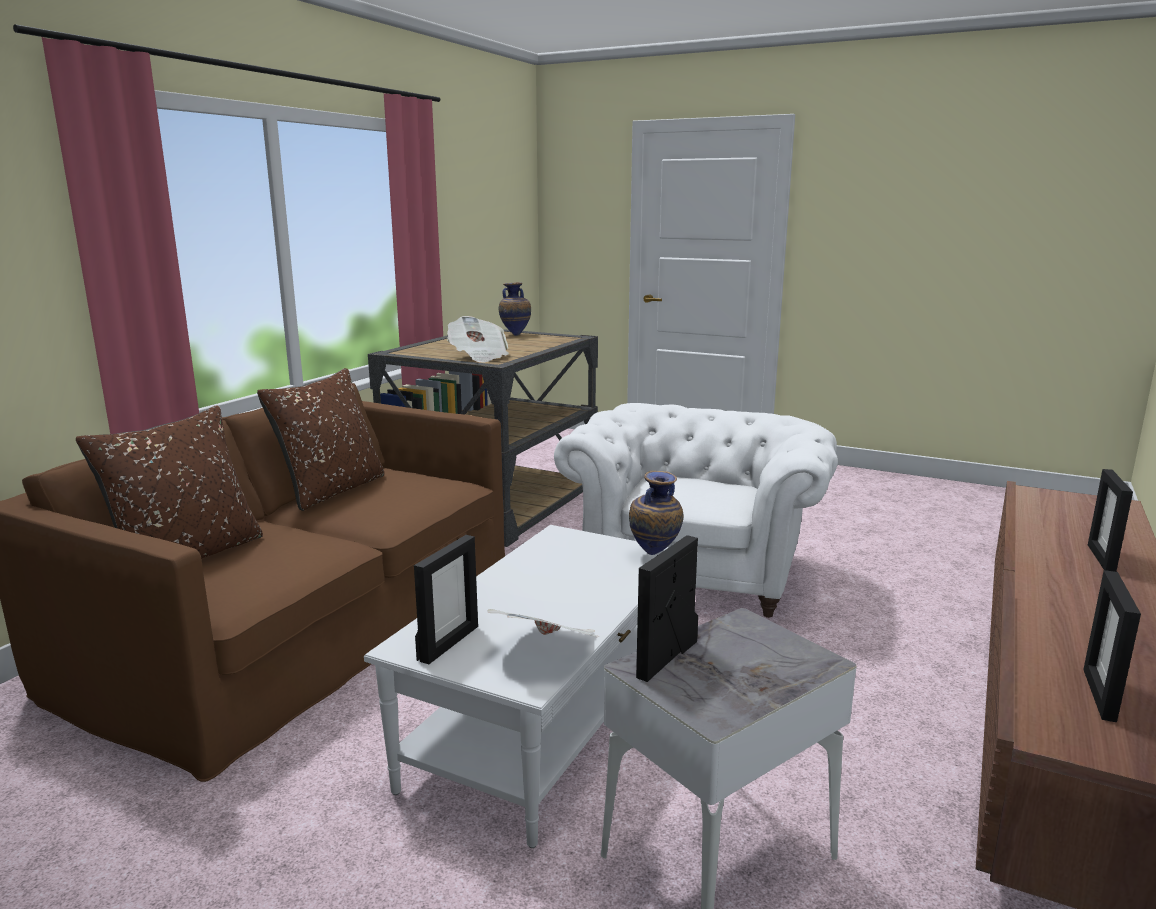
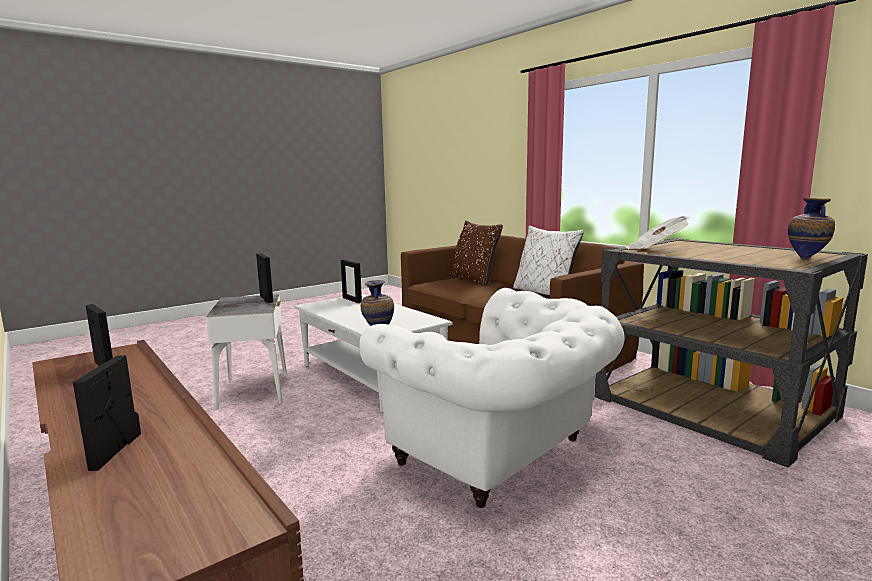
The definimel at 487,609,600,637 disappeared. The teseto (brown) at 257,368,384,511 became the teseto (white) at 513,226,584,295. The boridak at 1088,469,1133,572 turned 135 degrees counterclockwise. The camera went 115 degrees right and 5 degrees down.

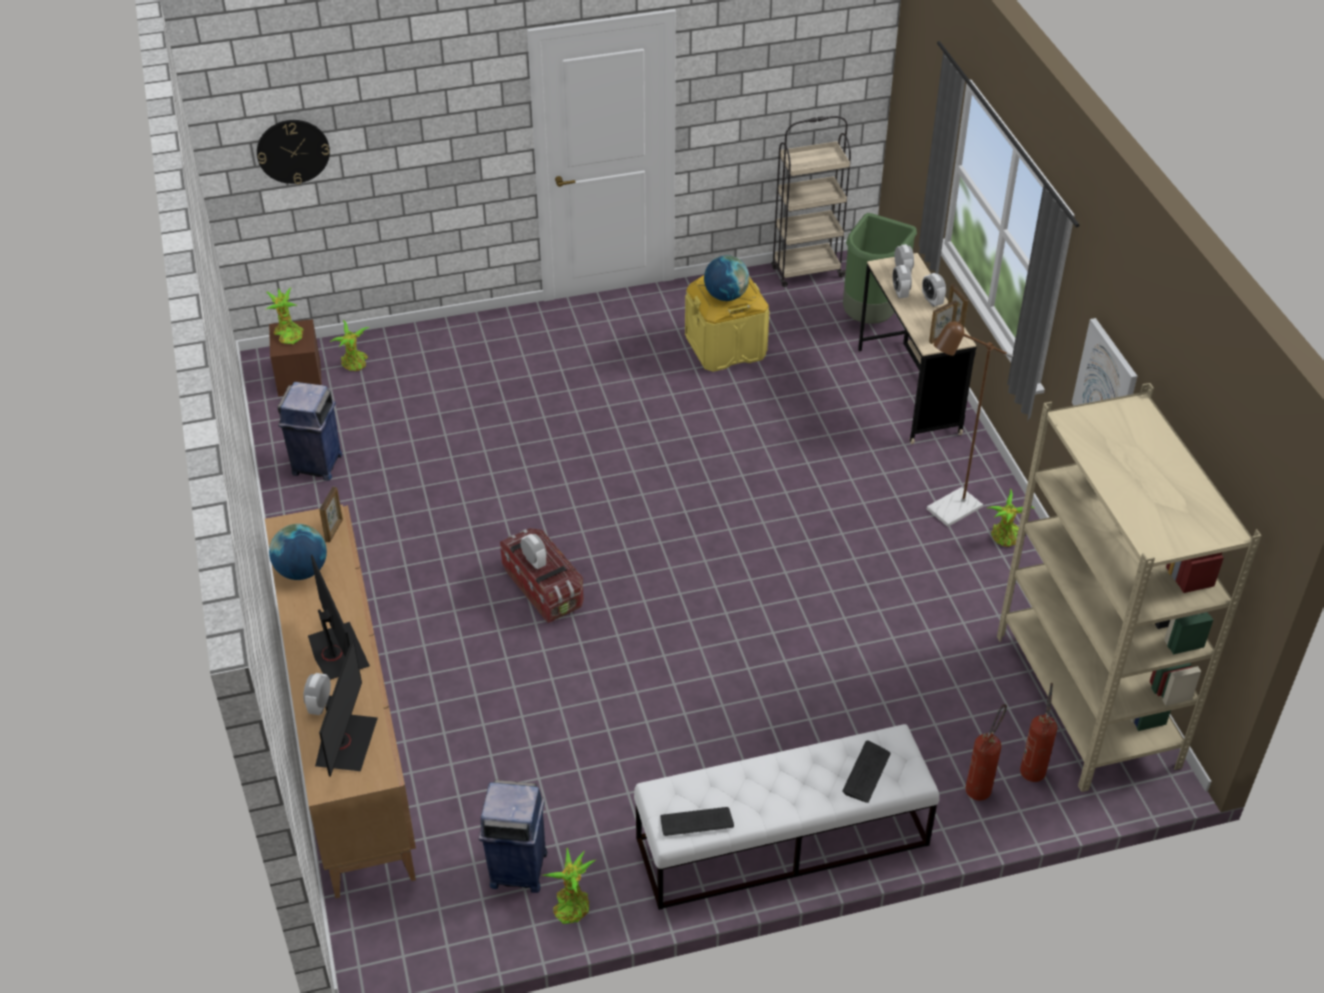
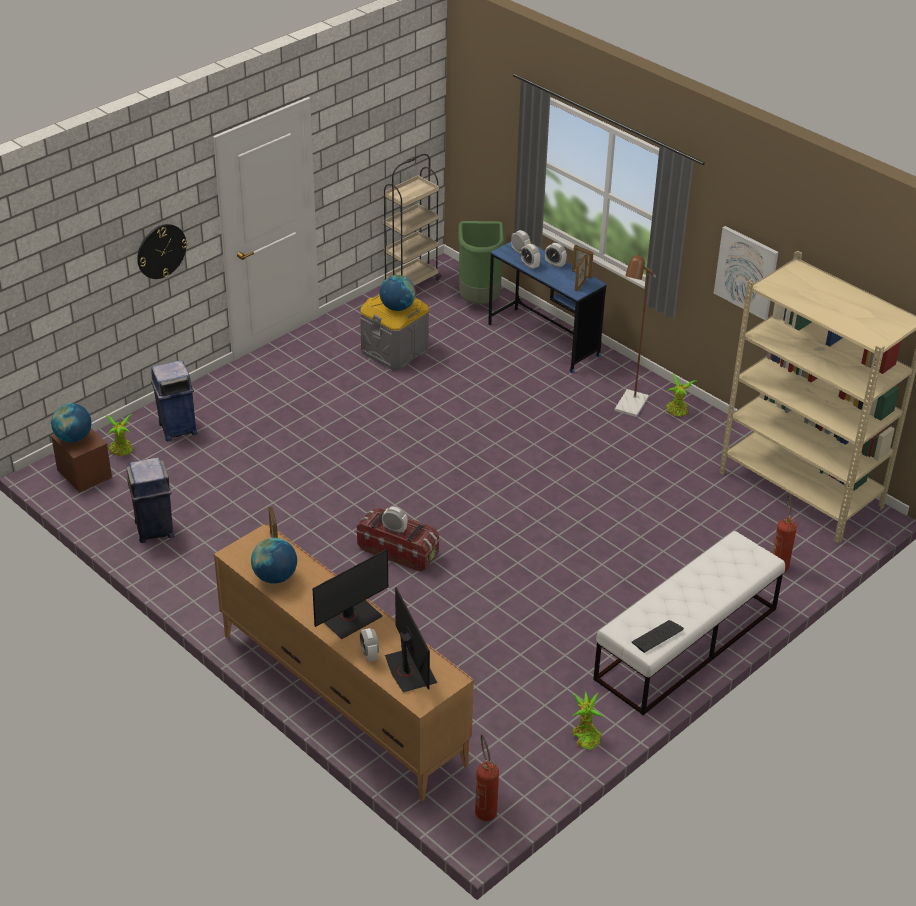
The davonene at 842,741,891,803 disappeared. The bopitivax moved from 257,120,330,184 to 137,224,187,279. The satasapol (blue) moved from 479,780,547,893 to 151,360,198,441. The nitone moved from 1020,683,1057,782 to 475,734,499,821. The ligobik at 265,287,304,344 was replaced by the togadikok at 51,403,91,443. The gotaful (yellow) at 685,275,770,372 became the gotaful (grey) at 360,293,429,370. The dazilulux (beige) at 858,253,976,444 became the dazilulux (blue) at 488,242,606,374. The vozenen at 308,555,370,680 turned 105 degrees clockwise. The camera went 30 degrees left and 5 degrees down.

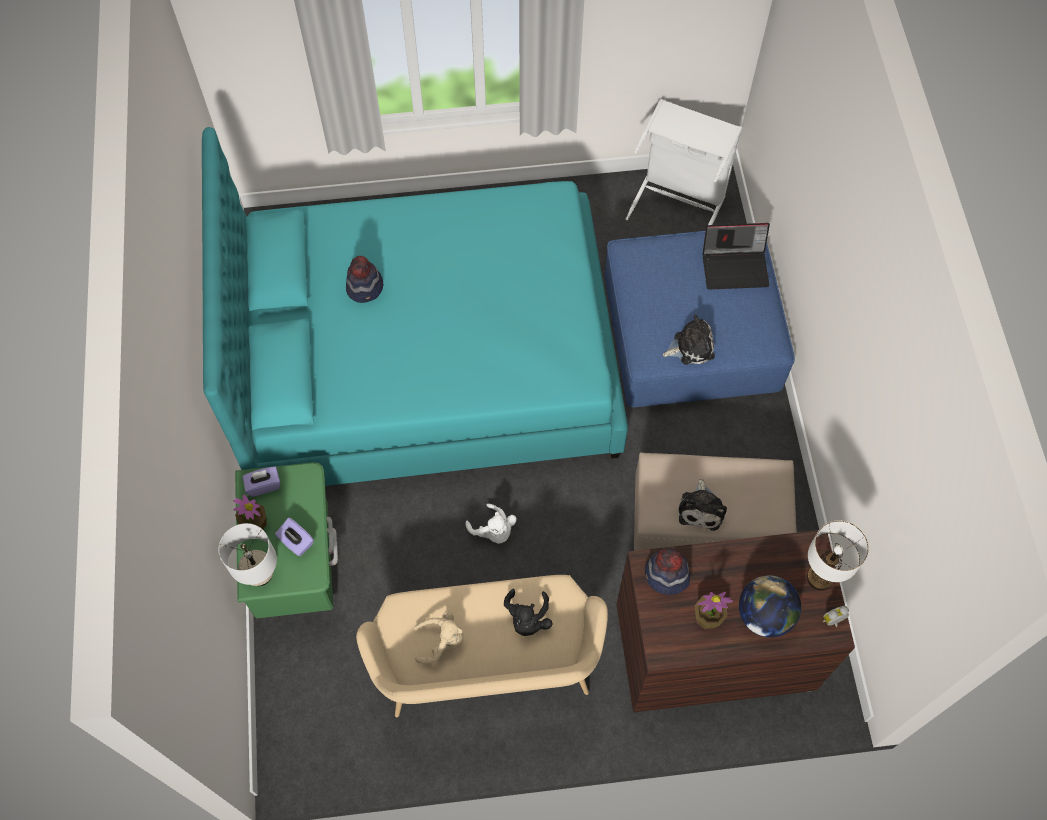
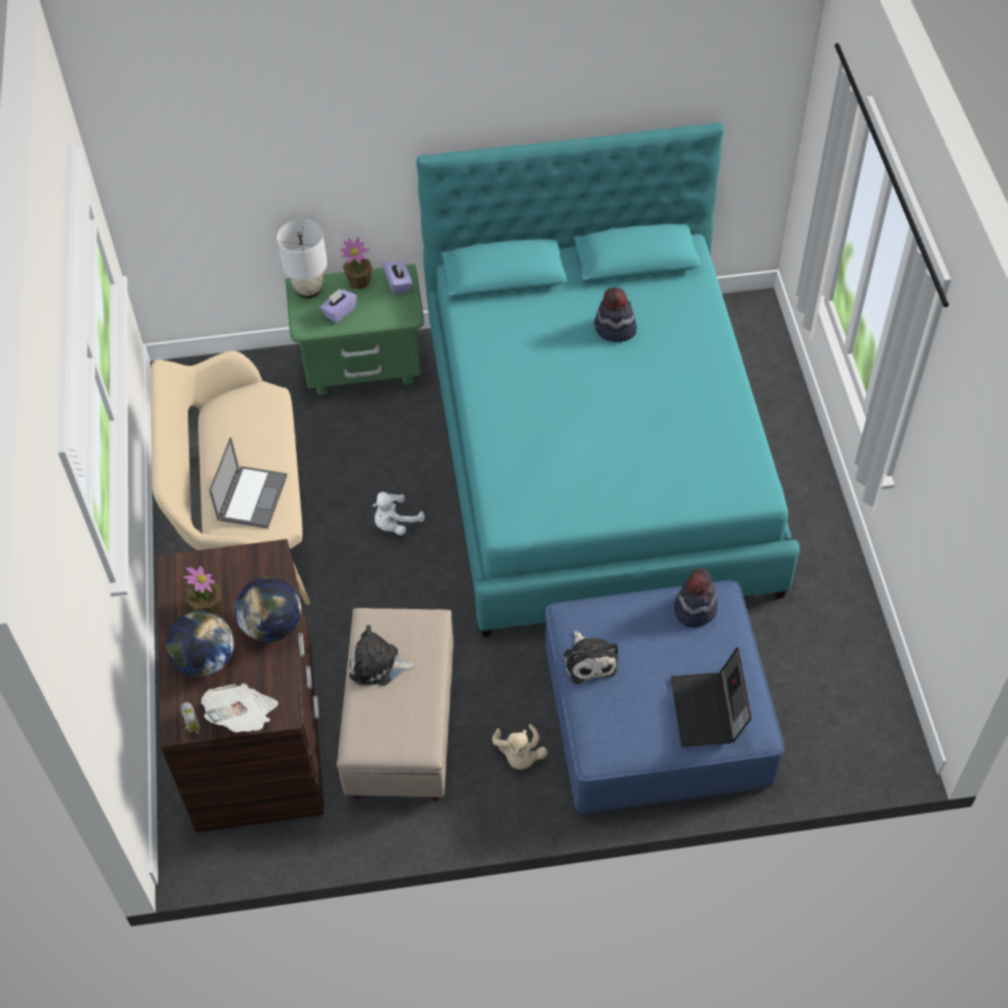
The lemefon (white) at 626,99,742,225 disappeared. The togadikok at 235,577,301,642 appeared. The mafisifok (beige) moved from 413,611,464,664 to 492,724,548,770. The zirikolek moved from 645,547,690,595 to 674,568,718,628. The mafisifok (black) at 504,589,553,636 was replaced by the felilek at 209,437,288,529. The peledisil at 807,520,869,591 was replaced by the definimel at 201,683,279,732. The camera went 90 degrees right and 10 degrees down.

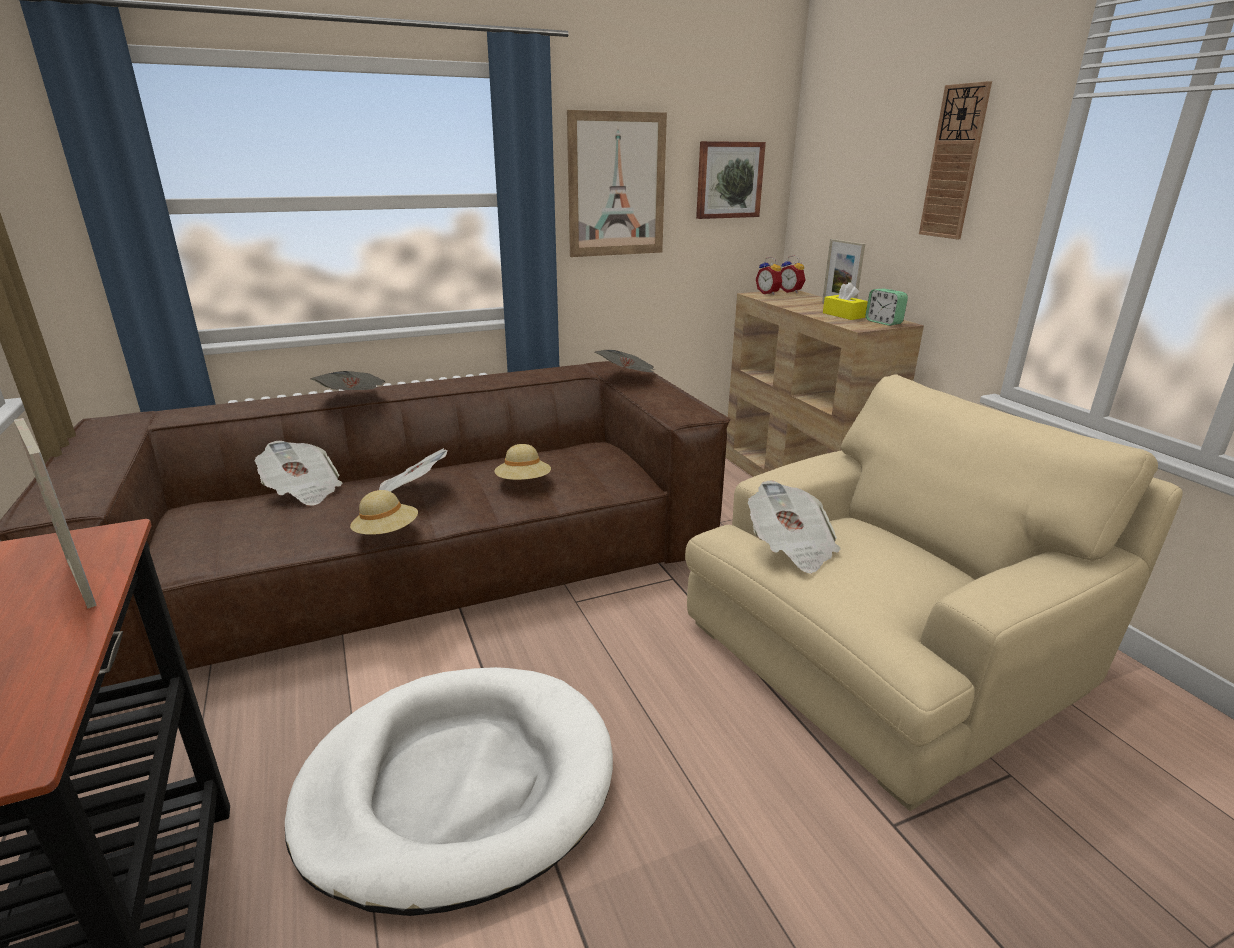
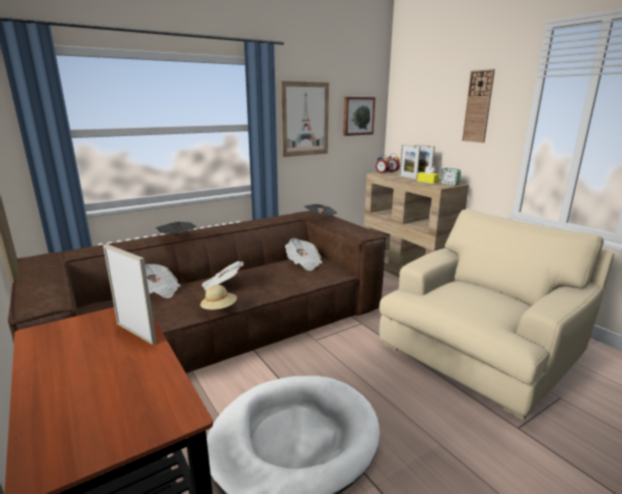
The zirikolek (beige) at 495,444,551,480 disappeared. The boridak at 399,144,421,180 appeared. The definimel moved from 748,481,840,574 to 285,238,323,271. The camera went 10 degrees left and 5 degrees down.

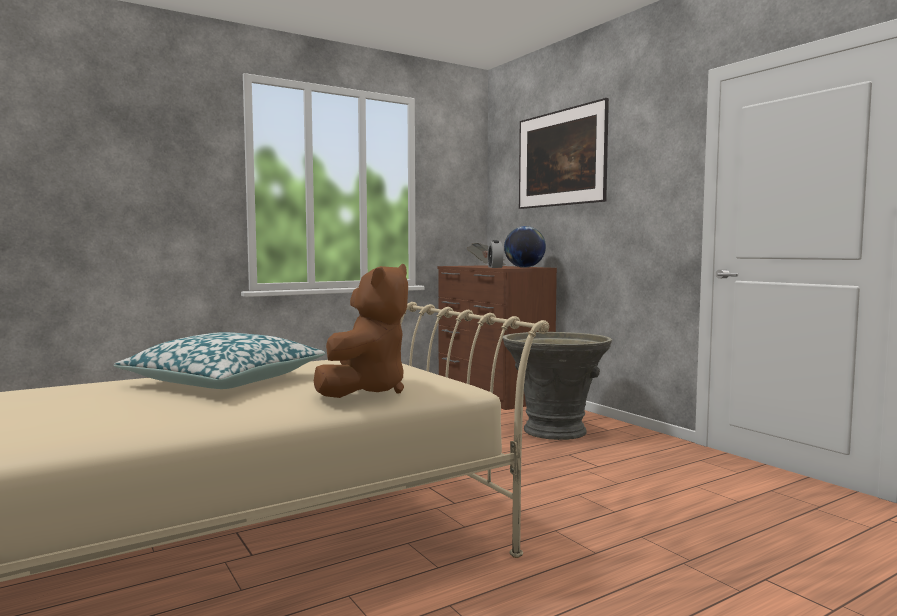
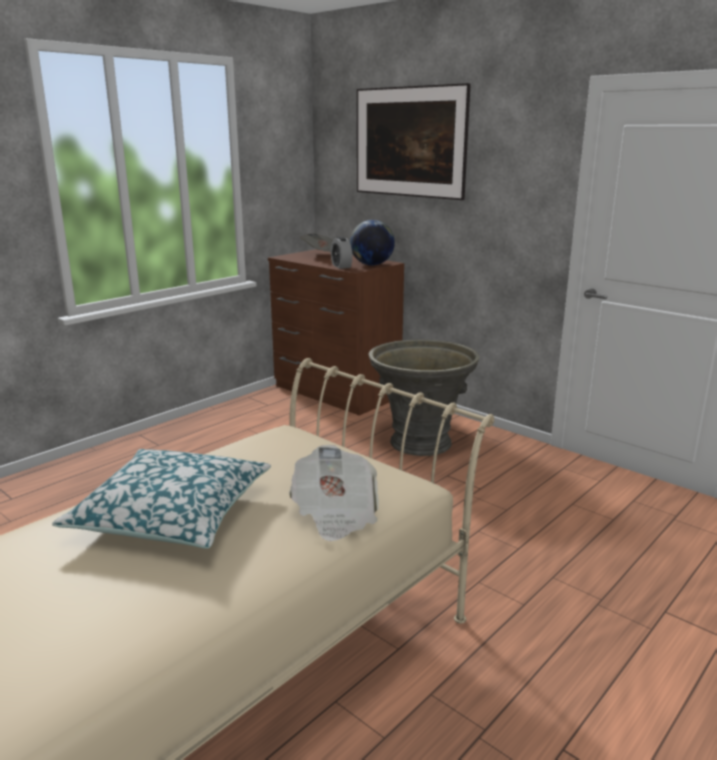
The mafisifok (brown) at 314,264,408,398 was replaced by the definimel at 289,445,379,542. The camera went 15 degrees left and 15 degrees up.

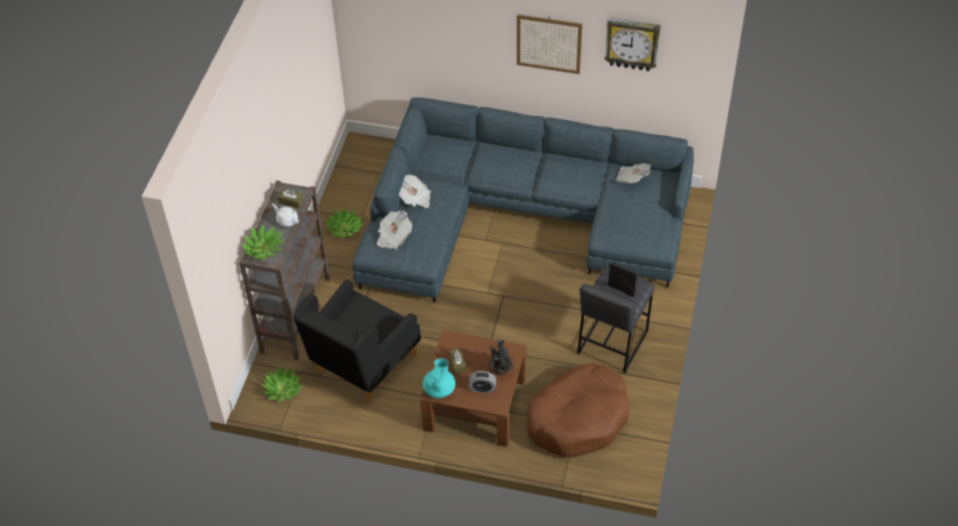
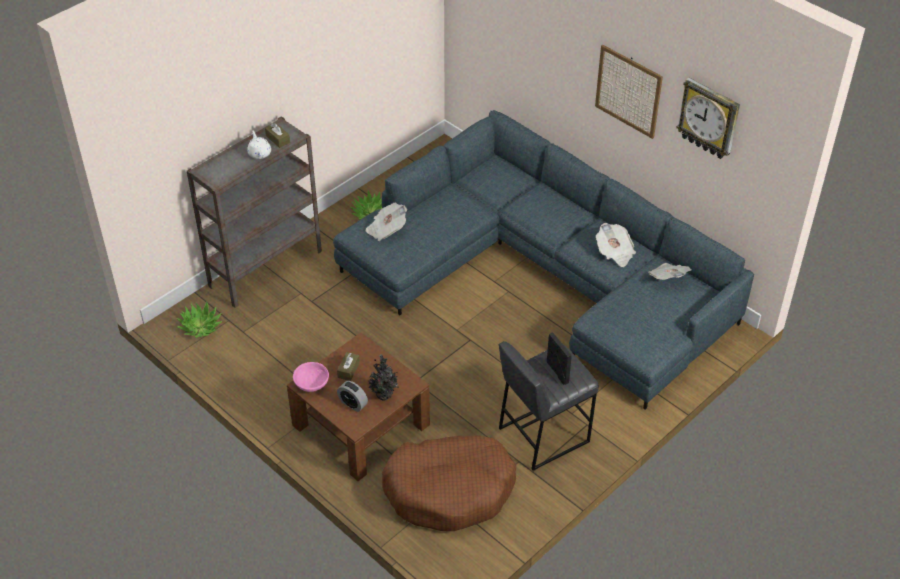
The ligobik at 241,224,286,260 disappeared. The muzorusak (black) at 293,280,421,402 disappeared. The definimel moved from 399,175,431,208 to 596,223,636,267. The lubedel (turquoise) at 423,358,455,398 was replaced by the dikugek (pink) at 293,362,329,392. The camera went 30 degrees right and 5 degrees down.

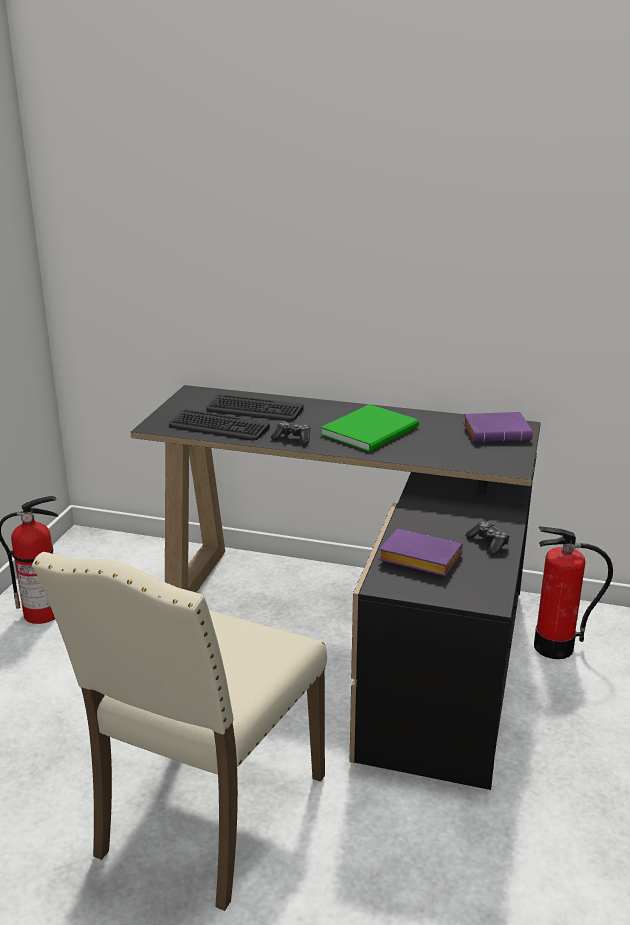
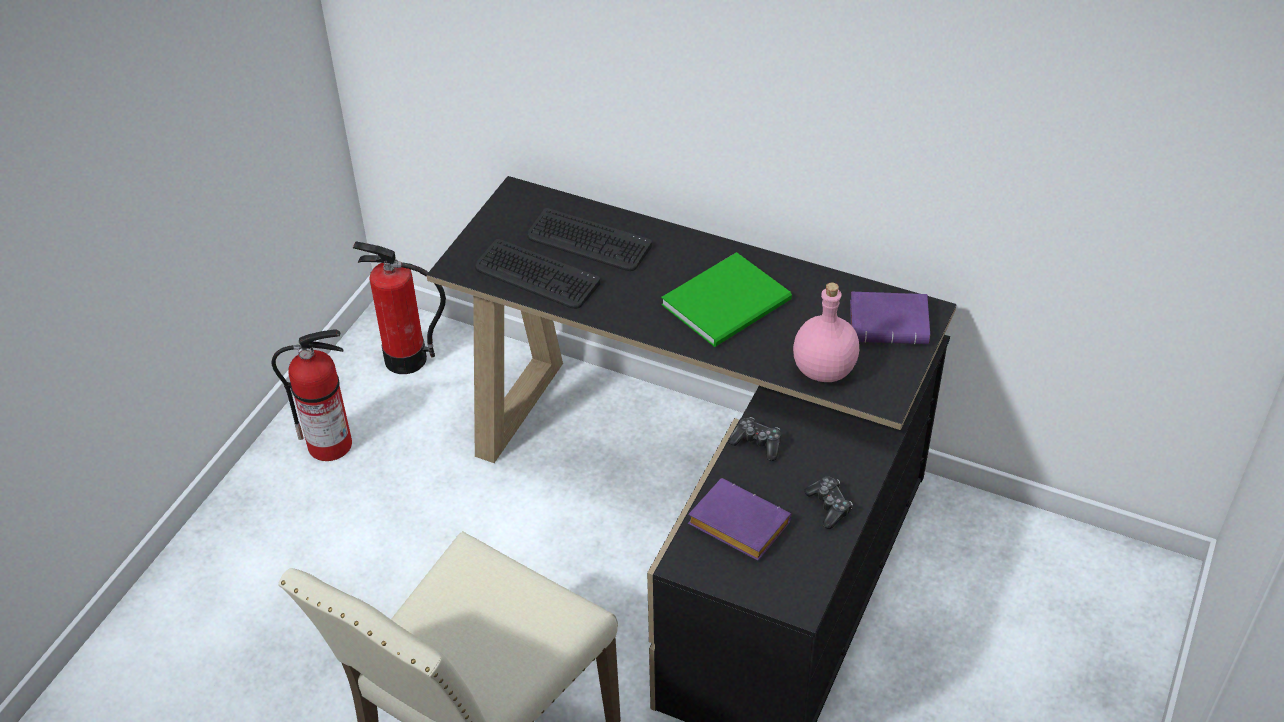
The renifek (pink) at 793,283,859,382 appeared. The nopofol moved from 271,422,310,445 to 728,417,781,461. The nitone moved from 534,526,613,659 to 353,242,446,374. The camera went 10 degrees right and 20 degrees up.

